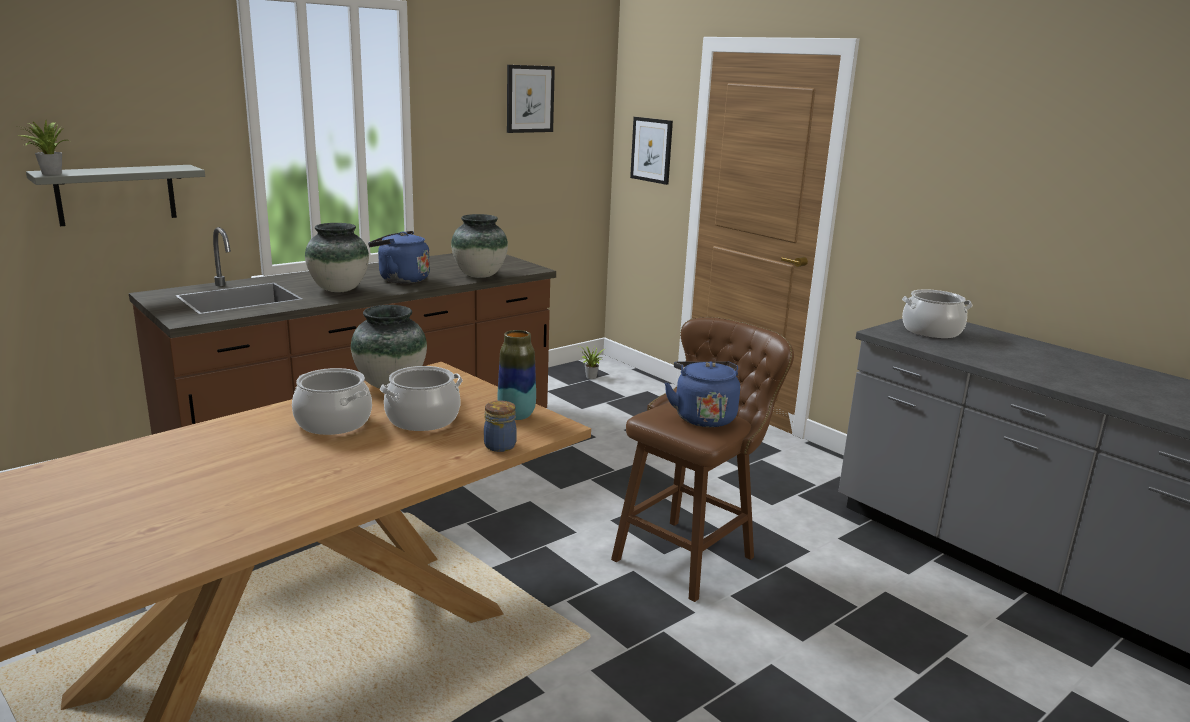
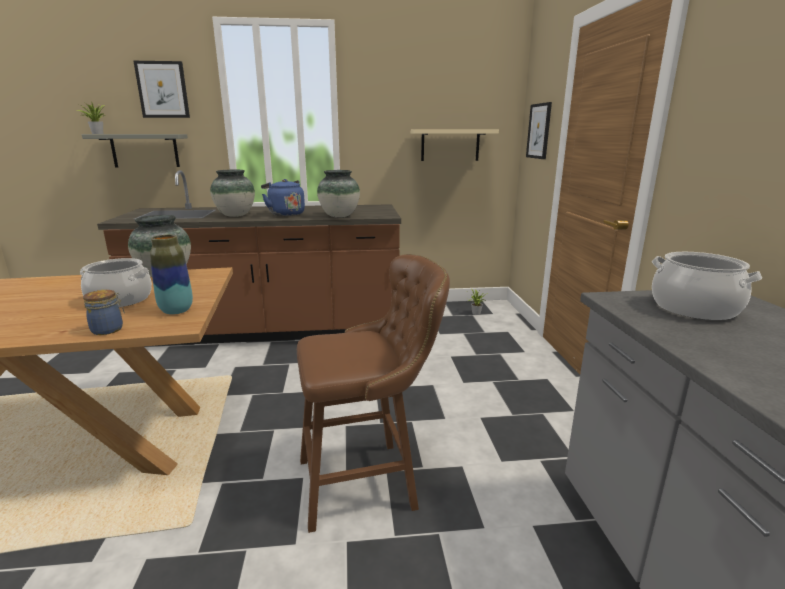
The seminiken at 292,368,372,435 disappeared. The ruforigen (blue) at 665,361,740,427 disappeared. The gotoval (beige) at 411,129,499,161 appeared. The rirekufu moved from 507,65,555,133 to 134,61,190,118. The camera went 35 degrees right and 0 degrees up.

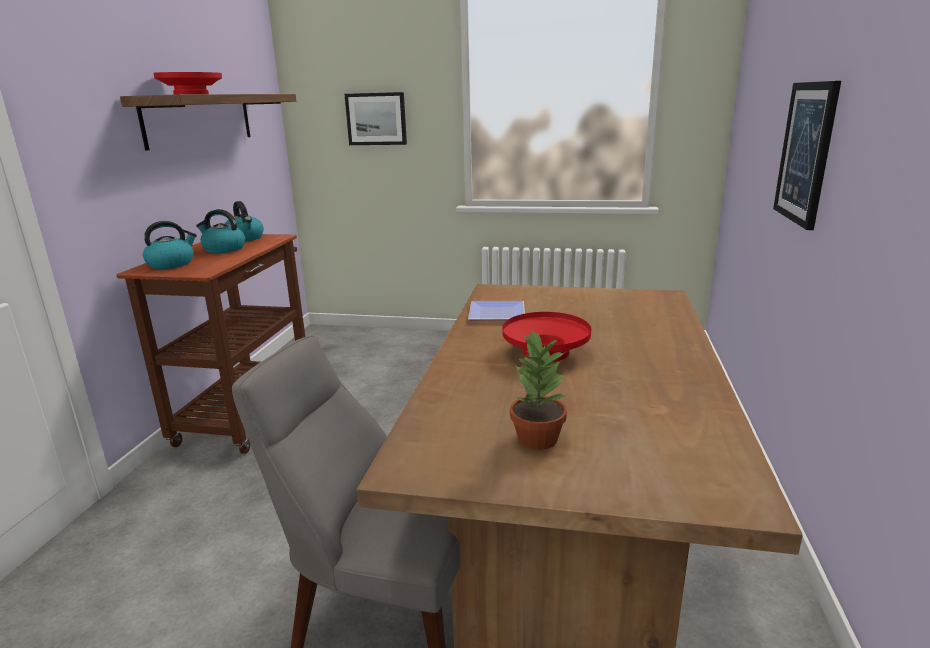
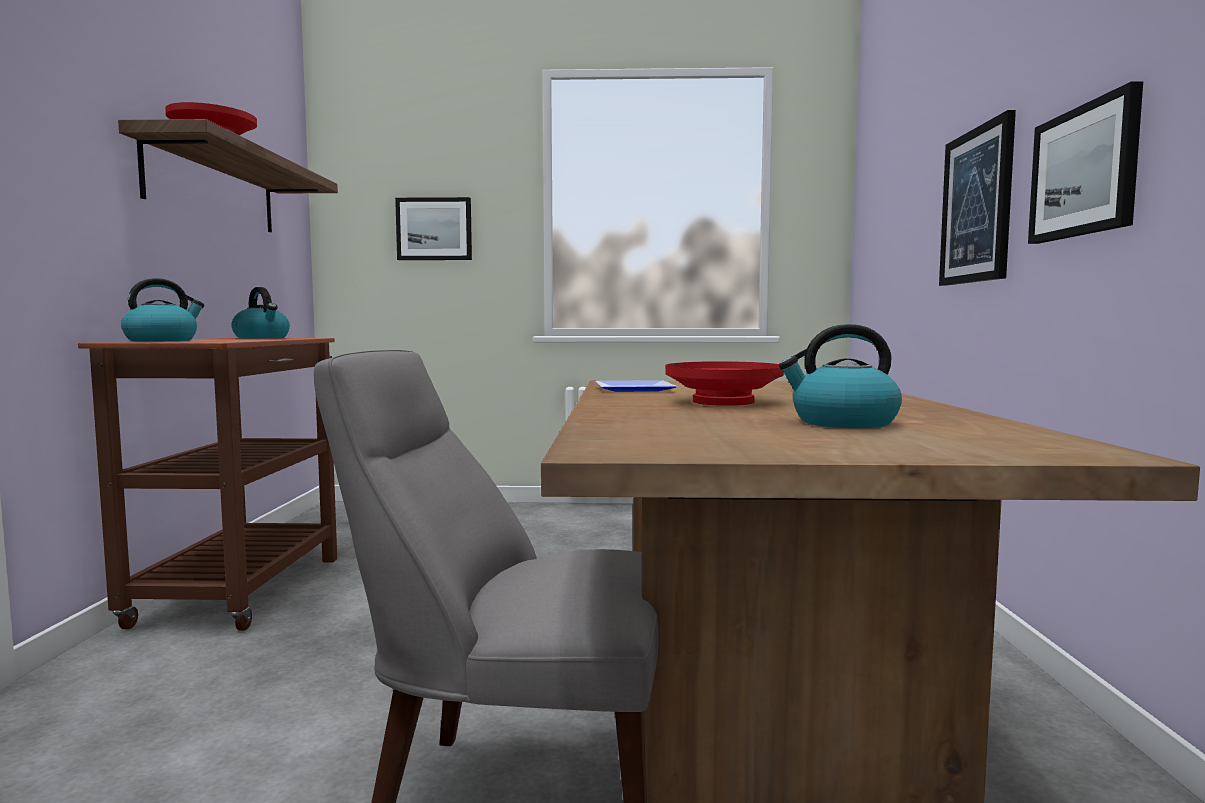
The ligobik at 510,330,567,450 disappeared. The rirekufu at 1028,81,1143,244 appeared. The ruforigen moved from 196,209,245,253 to 779,324,902,428. The camera went 10 degrees left and 15 degrees down.

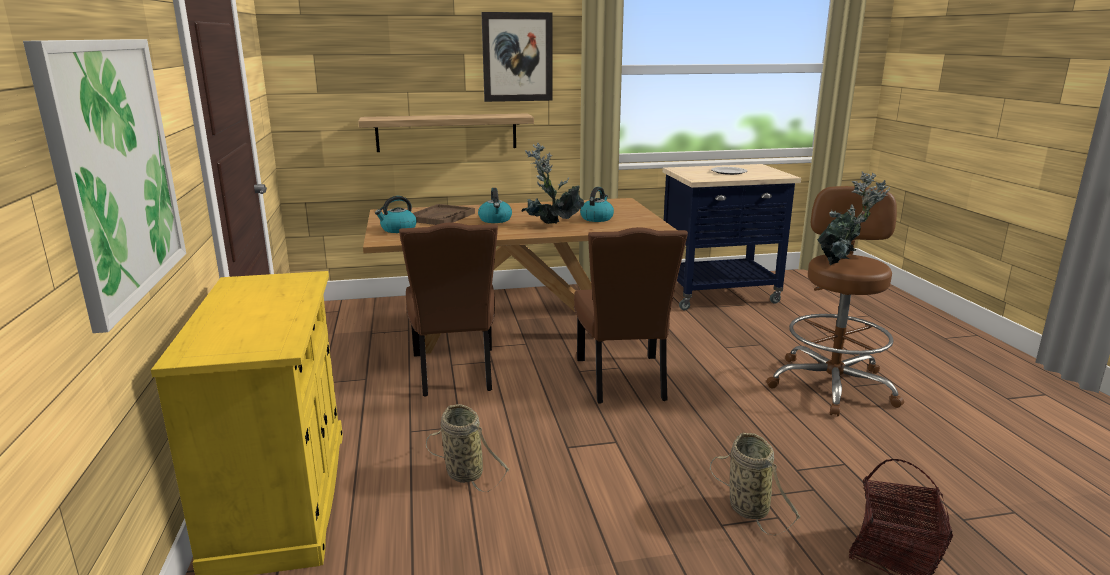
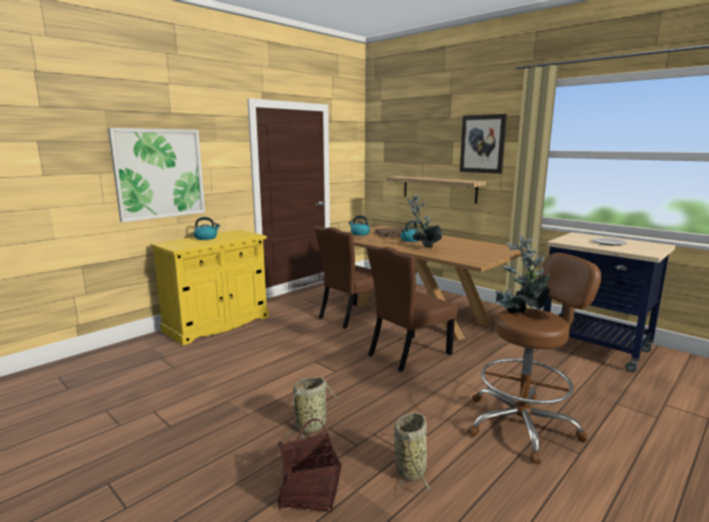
The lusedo moved from 426,404,509,492 to 394,412,431,495. The ruforigen moved from 580,187,614,222 to 194,217,220,240. The camera went 55 degrees right and 5 degrees down.

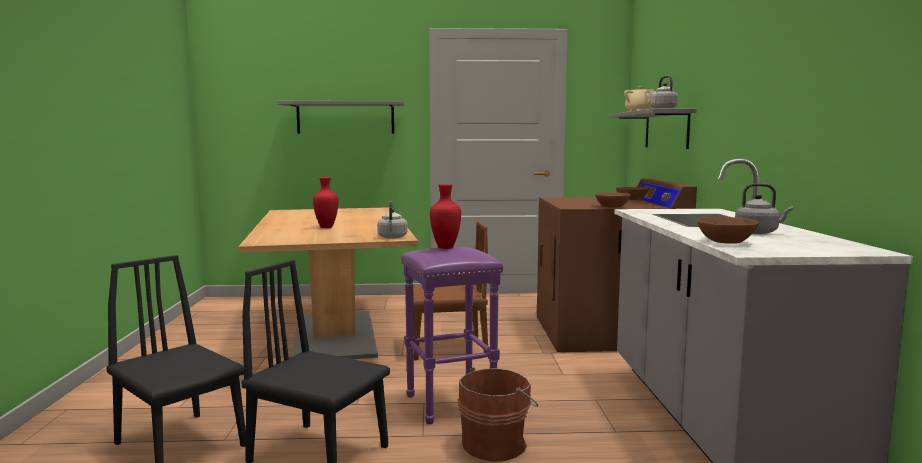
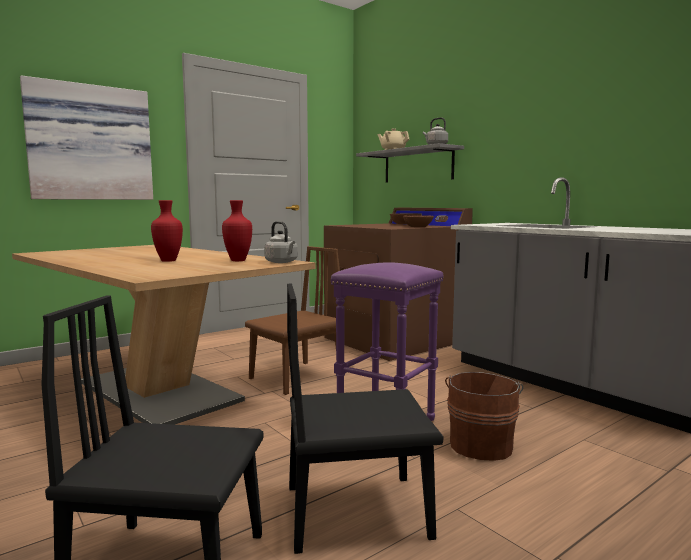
The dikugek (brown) at 697,217,759,244 disappeared. The ruforigen (grey) at 735,183,793,234 disappeared. The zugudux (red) moved from 430,184,461,249 to 222,200,252,261. The gotoval (grey) at 276,101,405,134 was replaced by the rirekufu at 20,75,153,200. The camera went 35 degrees left and 0 degrees up.

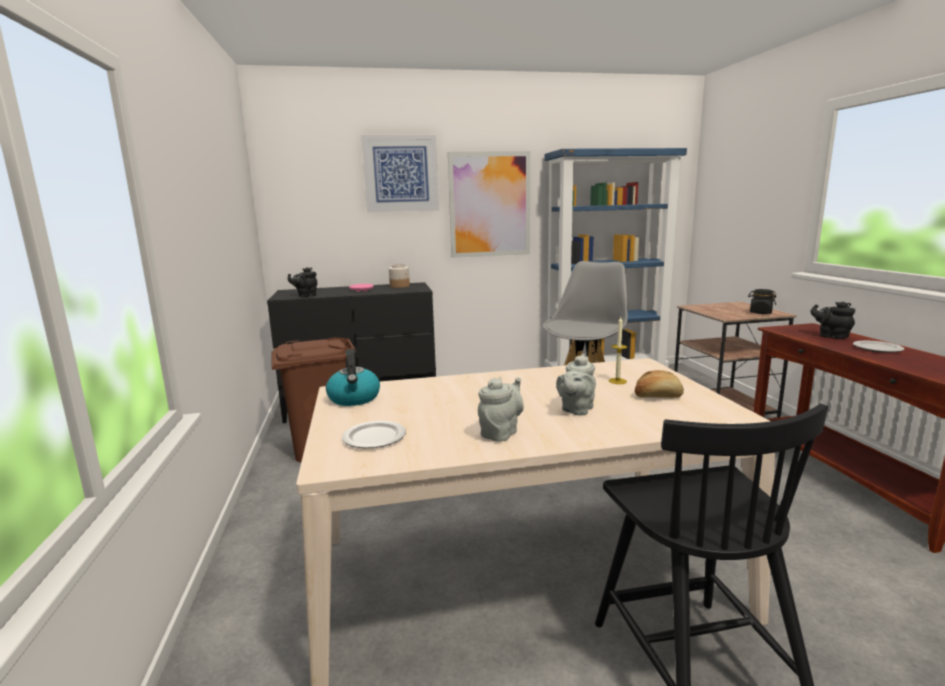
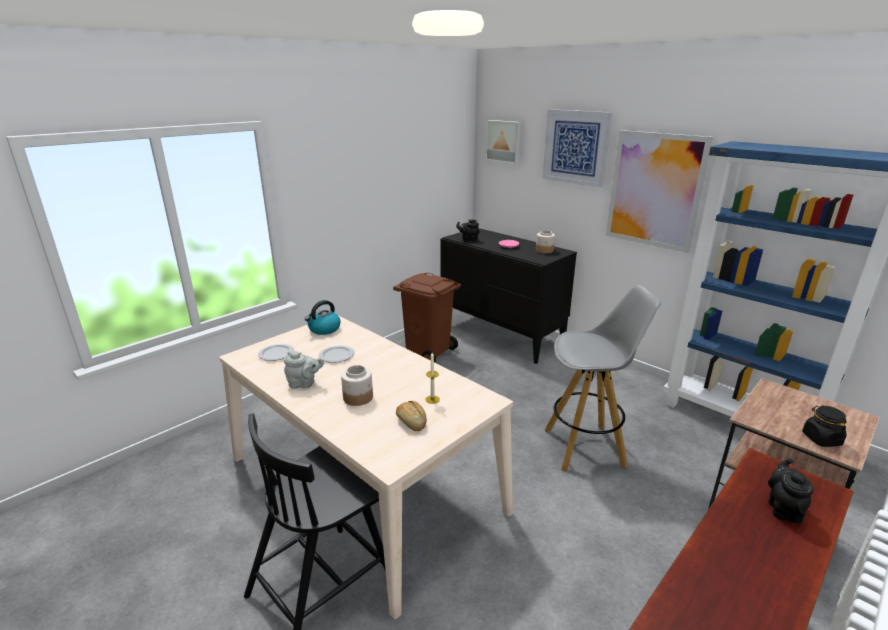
The rirekufu at 486,120,521,164 appeared. The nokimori moved from 853,341,904,353 to 319,345,354,363. The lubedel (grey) at 556,354,596,416 was replaced by the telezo at 341,365,373,406. The camera went 55 degrees right and 10 degrees up.

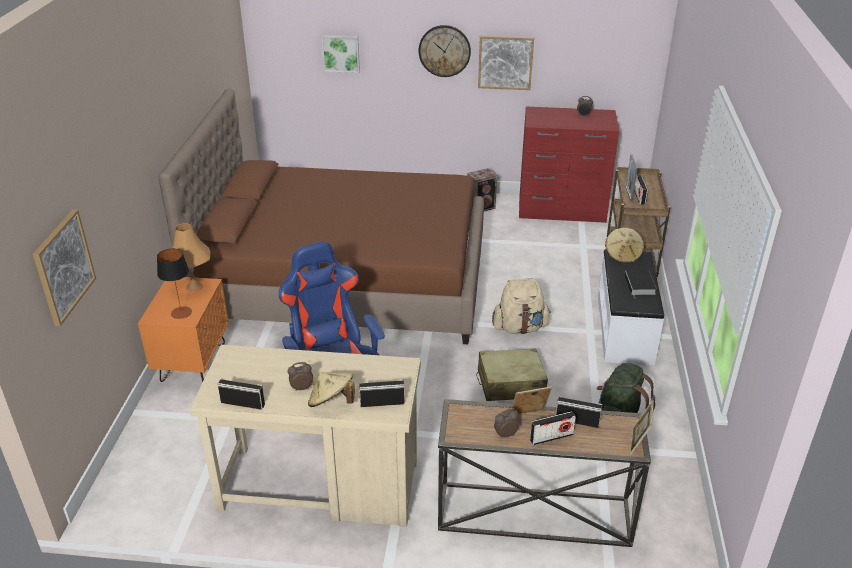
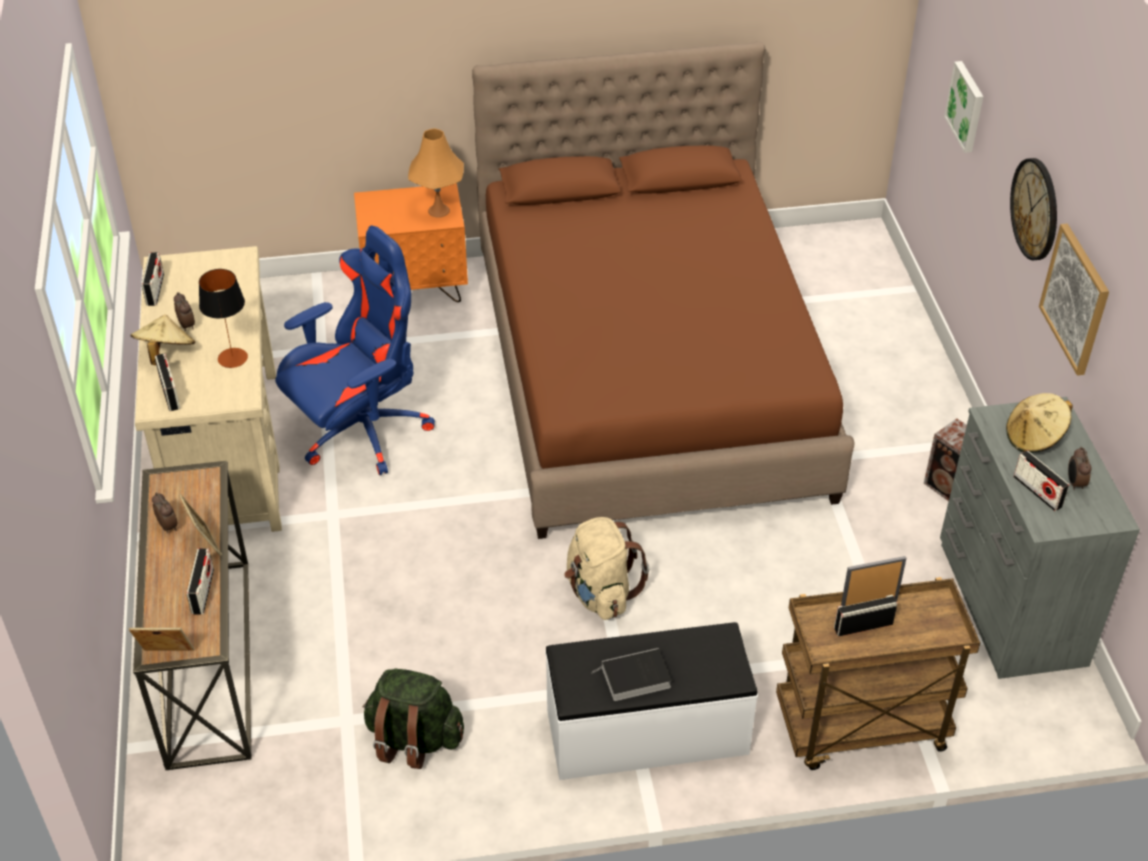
The rirekufu at 33,209,96,326 disappeared. The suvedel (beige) at 476,348,548,401 disappeared. The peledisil moved from 157,249,192,319 to 199,269,248,368. The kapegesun moved from 530,411,576,445 to 1014,450,1069,511. The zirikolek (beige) moved from 605,227,644,263 to 1006,393,1073,453. The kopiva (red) at 519,107,620,223 became the kopiva (grey) at 940,397,1140,679. The camera went 75 degrees right and 10 degrees up.

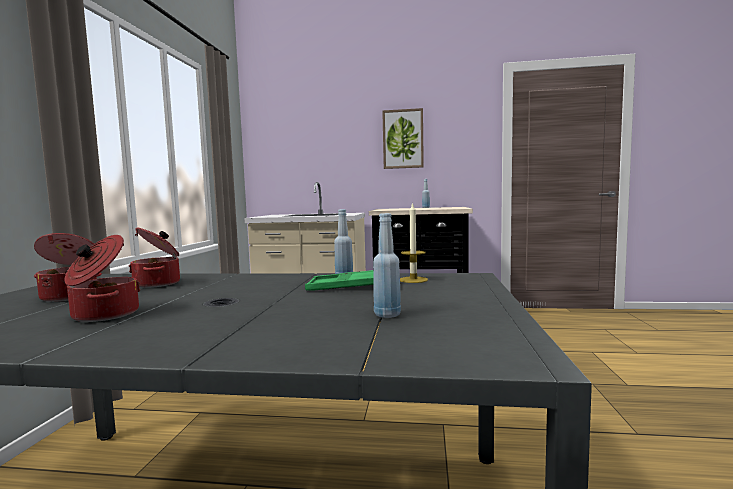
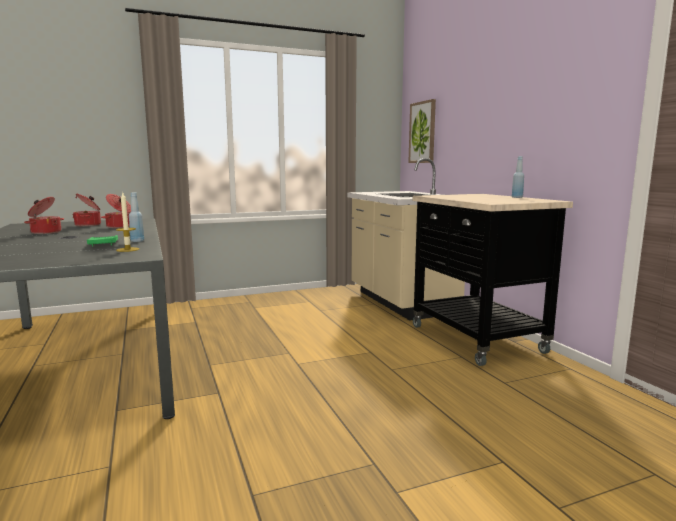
The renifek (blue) at 373,213,401,318 disappeared. The rirekufu moved from 382,108,424,169 to 408,99,436,163. The camera went 60 degrees right and 5 degrees up.

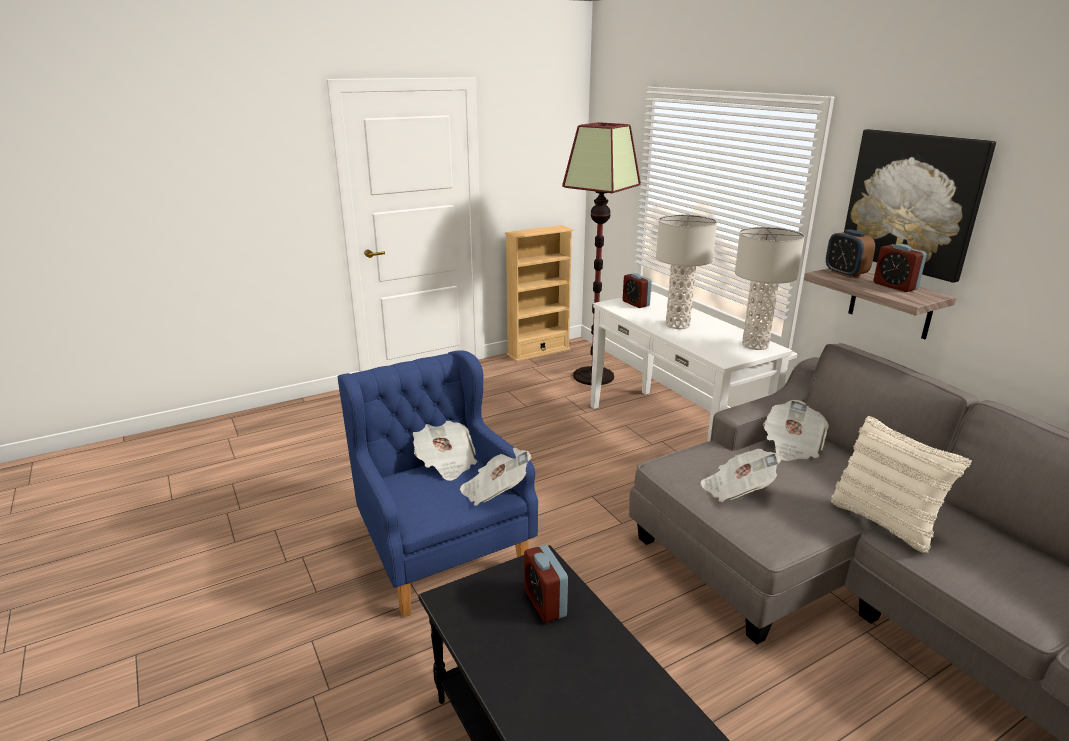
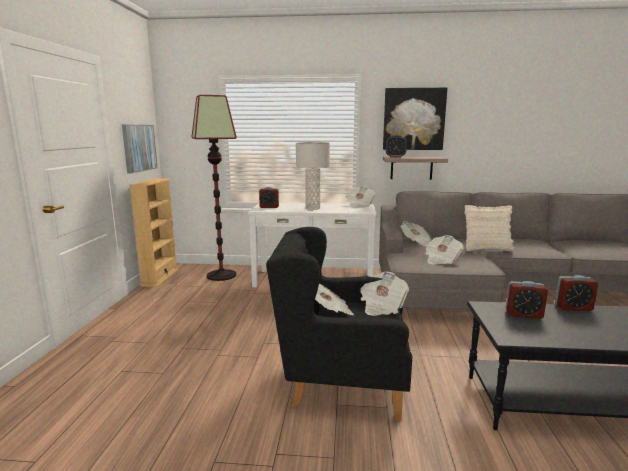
The rirekufu at 122,124,158,174 appeared. The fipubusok moved from 873,244,927,292 to 555,275,598,311. The peledisil (white) at 735,227,805,350 was replaced by the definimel at 346,186,376,209. The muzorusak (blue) at 338,350,538,618 became the muzorusak (black) at 266,227,412,421. The camera went 55 degrees left and 10 degrees down.

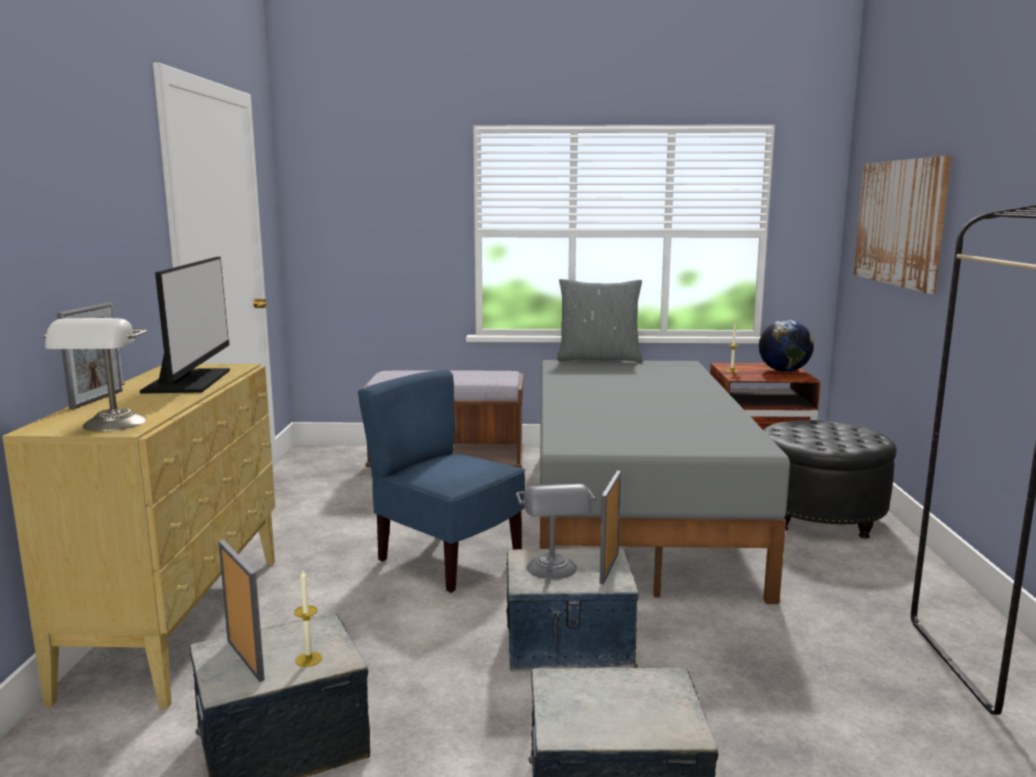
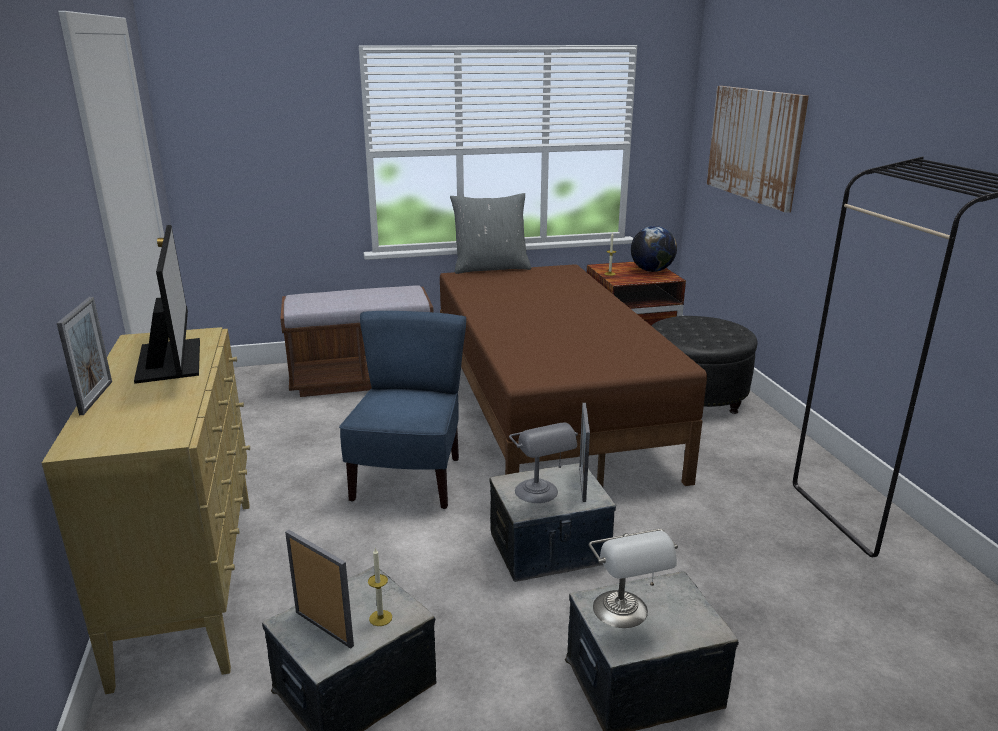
The peledisil (white) moved from 43,318,147,431 to 589,529,678,628. The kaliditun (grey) at 540,360,790,604 became the kaliditun (brown) at 440,264,707,487. The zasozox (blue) at 358,370,525,593 turned 75 degrees clockwise. The camera went 15 degrees left and 10 degrees up.

